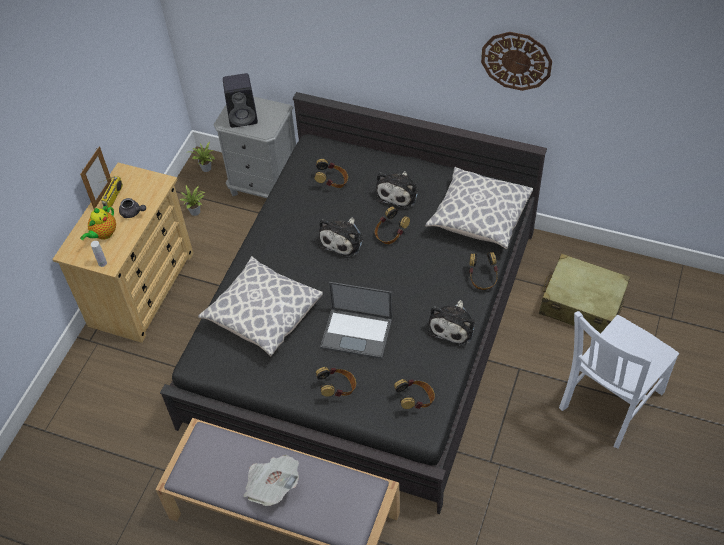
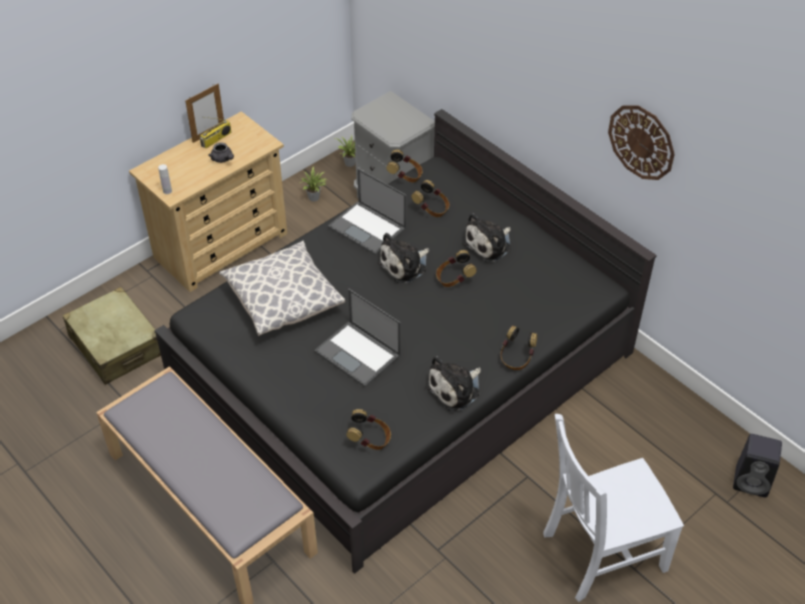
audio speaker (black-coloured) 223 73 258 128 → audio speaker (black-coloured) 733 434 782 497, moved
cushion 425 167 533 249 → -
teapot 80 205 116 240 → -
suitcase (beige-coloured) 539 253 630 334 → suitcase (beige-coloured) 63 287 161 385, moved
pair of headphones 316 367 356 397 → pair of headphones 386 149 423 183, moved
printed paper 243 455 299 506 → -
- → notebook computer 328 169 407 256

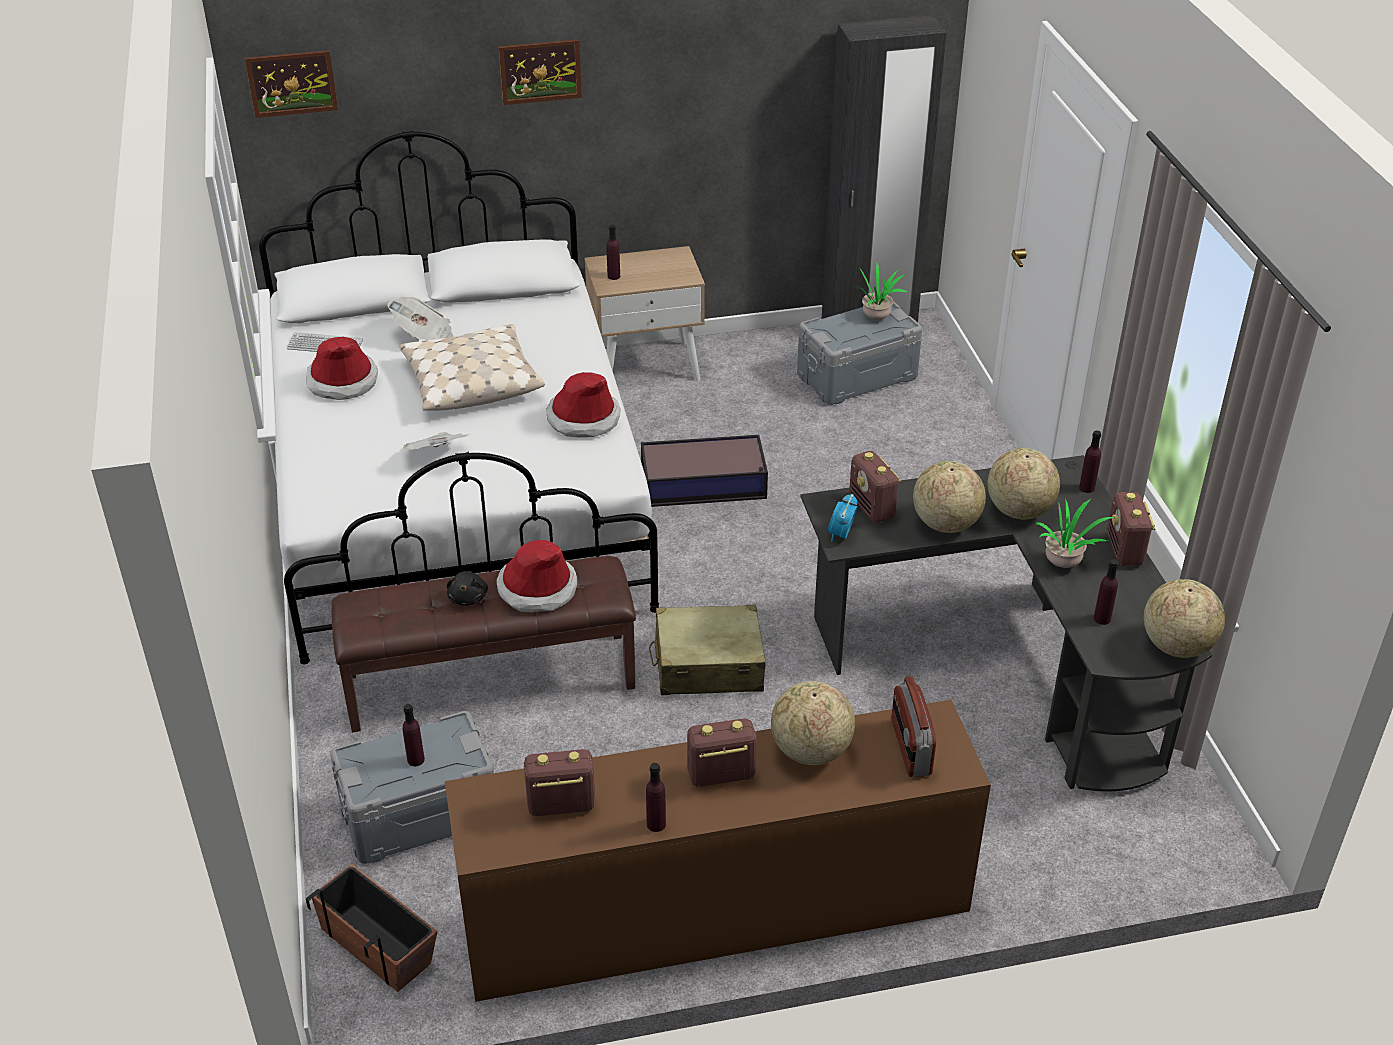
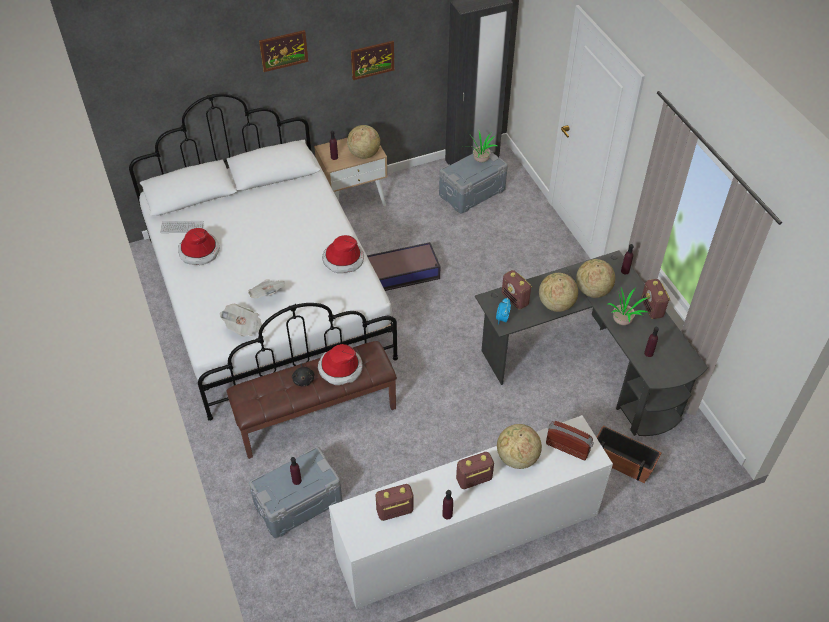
wall art 245 50 338 118 → wall art 351 41 394 80, moved
printed paper 387 297 454 340 → printed paper 220 304 266 337, moved
cushion (beige-coloured) 399 324 545 411 → -
world globe 1144 579 1225 658 → world globe 347 125 380 159, moved
suitcase (beige-coloured) 649 605 766 695 → -
radio set 891 677 936 777 → radio set 546 421 594 460, 135 degrees clockwise
dresser (brown-coloured) 445 700 991 1002 → dresser (whitish) 329 415 613 609
plant pot 306 864 437 992 → plant pot 596 426 662 483, moved

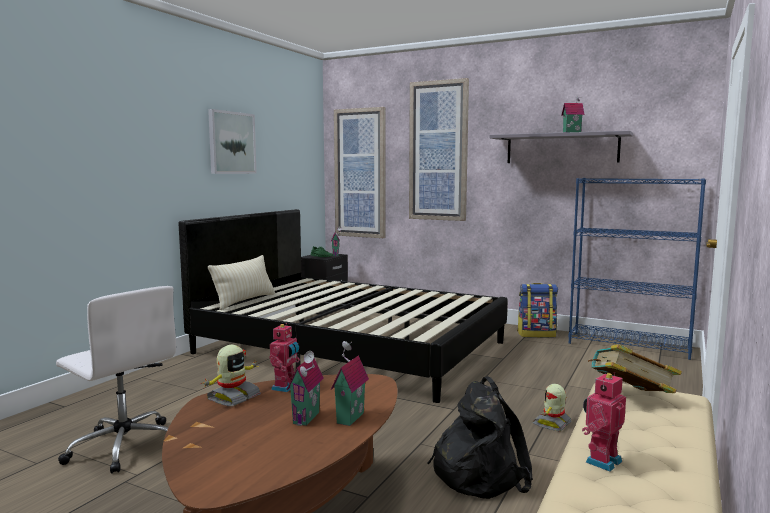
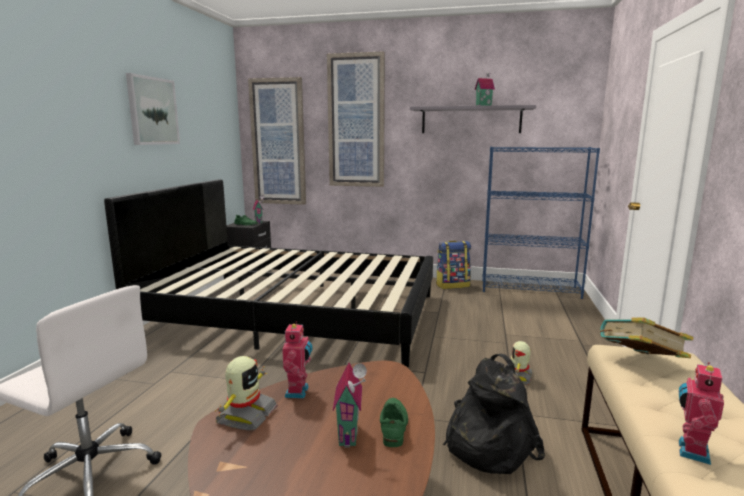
cushion (beige-coloured) 208 255 275 310 → -
model house 331 341 369 426 → item of footwear (green-coloured) 380 398 408 447

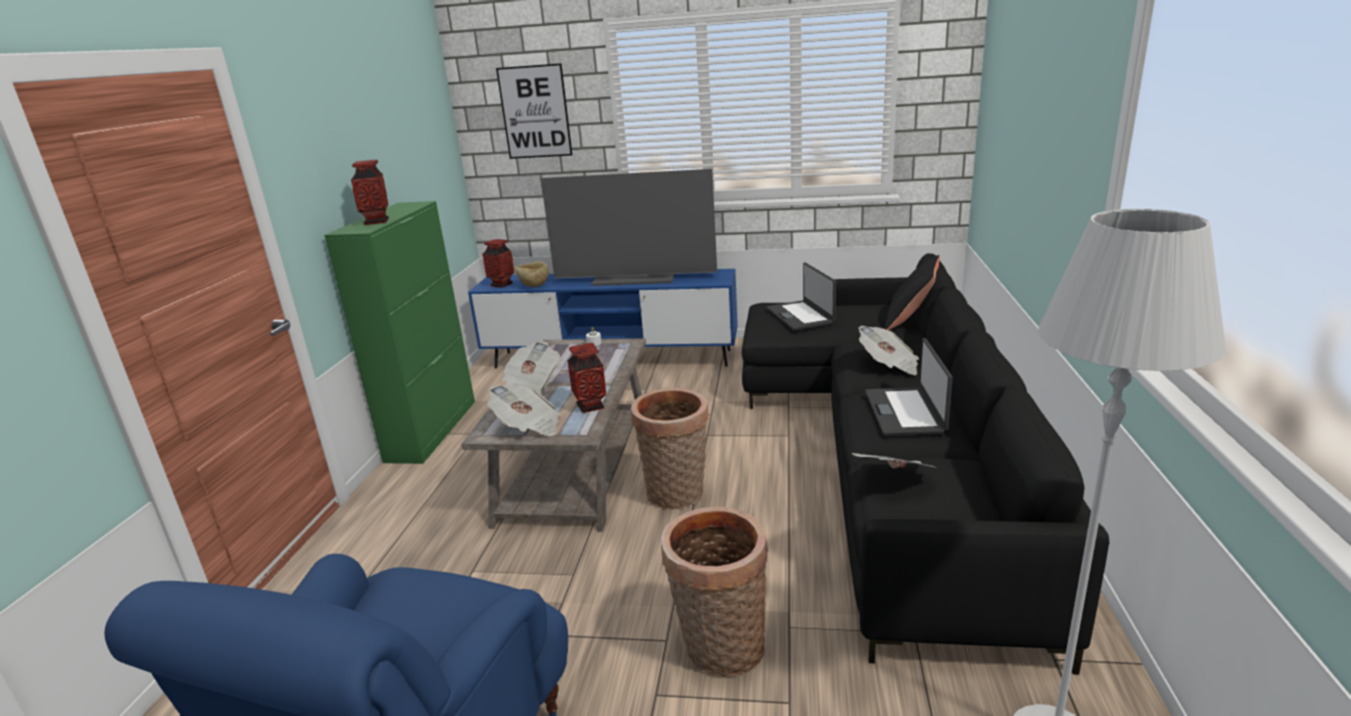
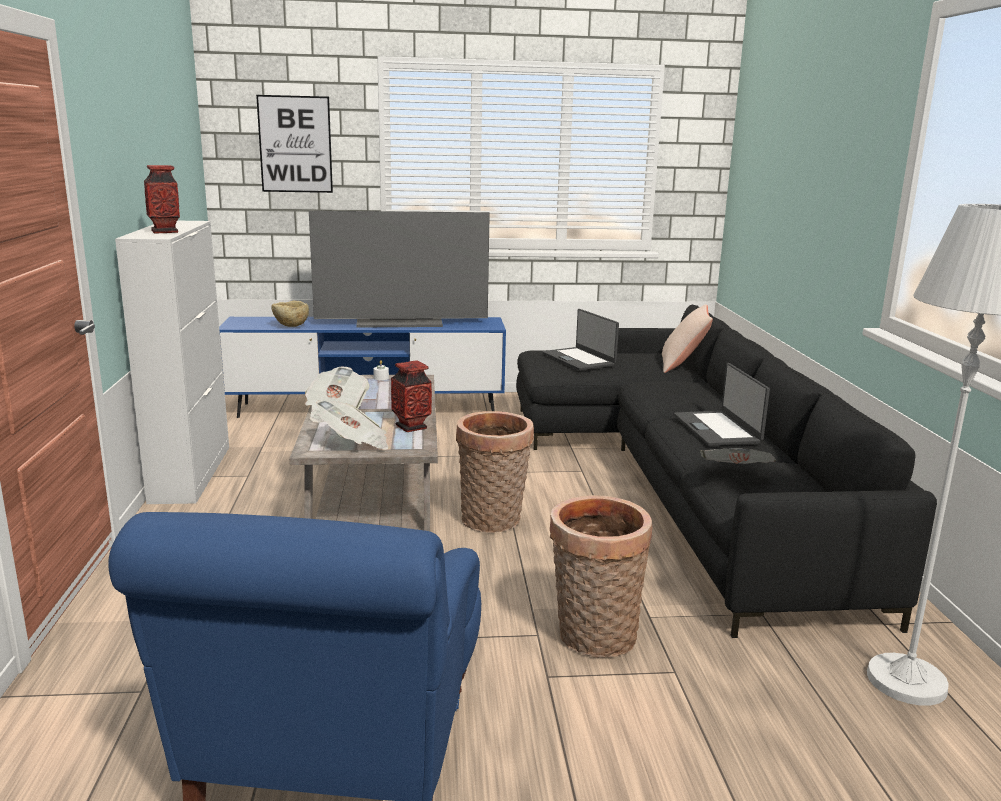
cabinet (green-coloured) 324 201 475 464 → cabinet (whitish) 115 221 229 504
flower vase 483 239 514 288 → -
cushion (black-coloured) 884 255 940 330 → cushion (beige-coloured) 662 304 713 373
printed paper 859 326 919 375 → -

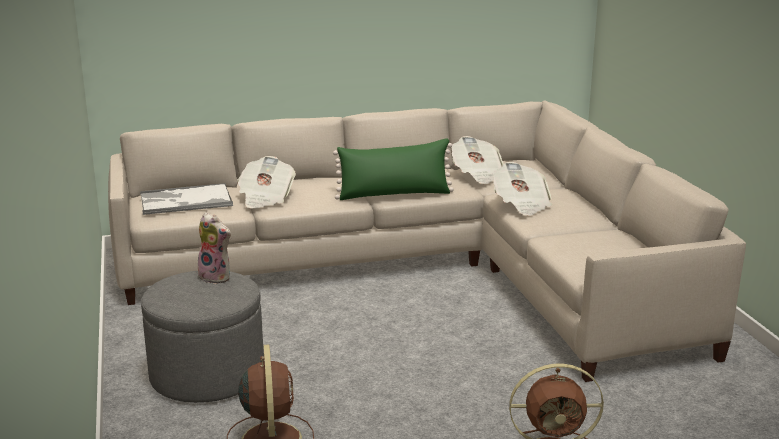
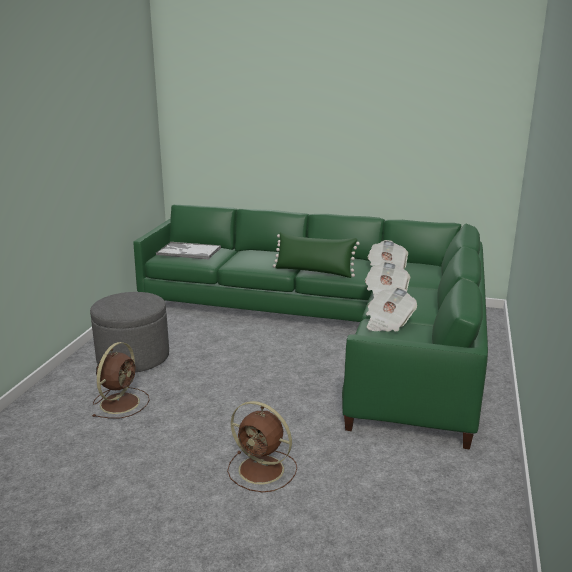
sofa (beige-coloured) 108 100 746 382 → sofa (green-coloured) 133 205 488 449
printed paper 237 156 296 209 → printed paper 366 287 417 332, moved
cuddly toy 198 212 232 284 → -

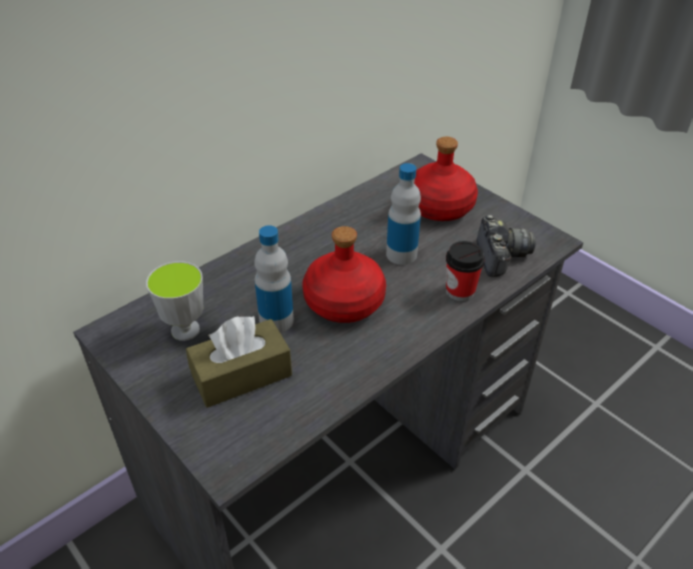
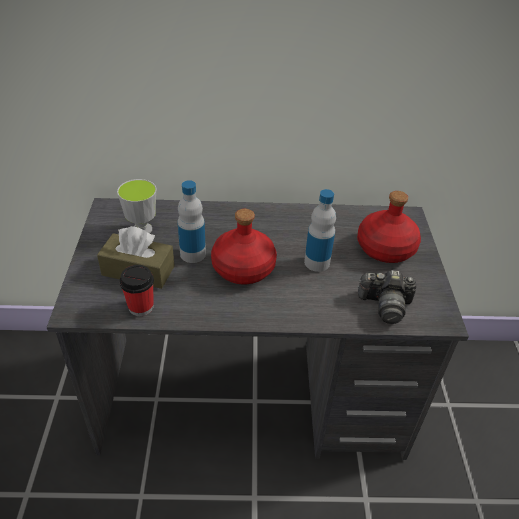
photo camera 476 214 536 277 → photo camera 358 270 416 324, 60 degrees clockwise
small cup 446 241 485 302 → small cup 120 265 154 316, moved

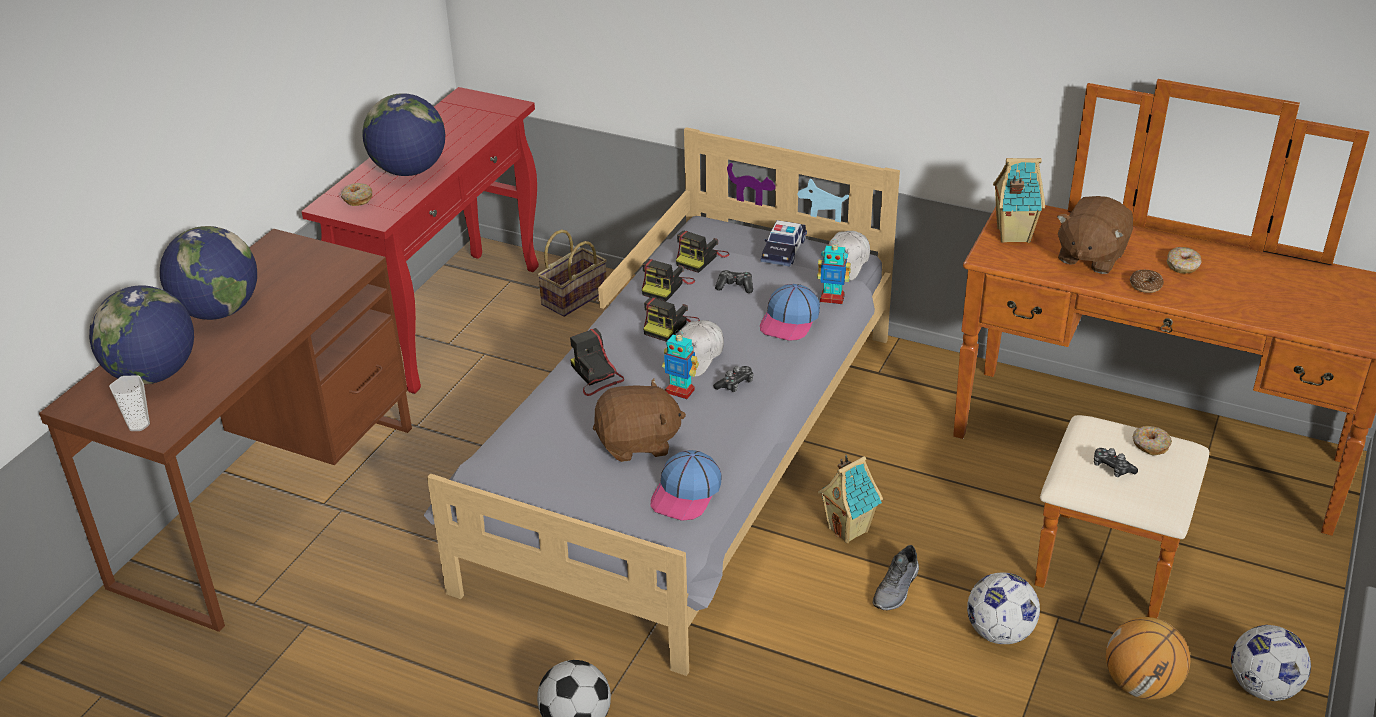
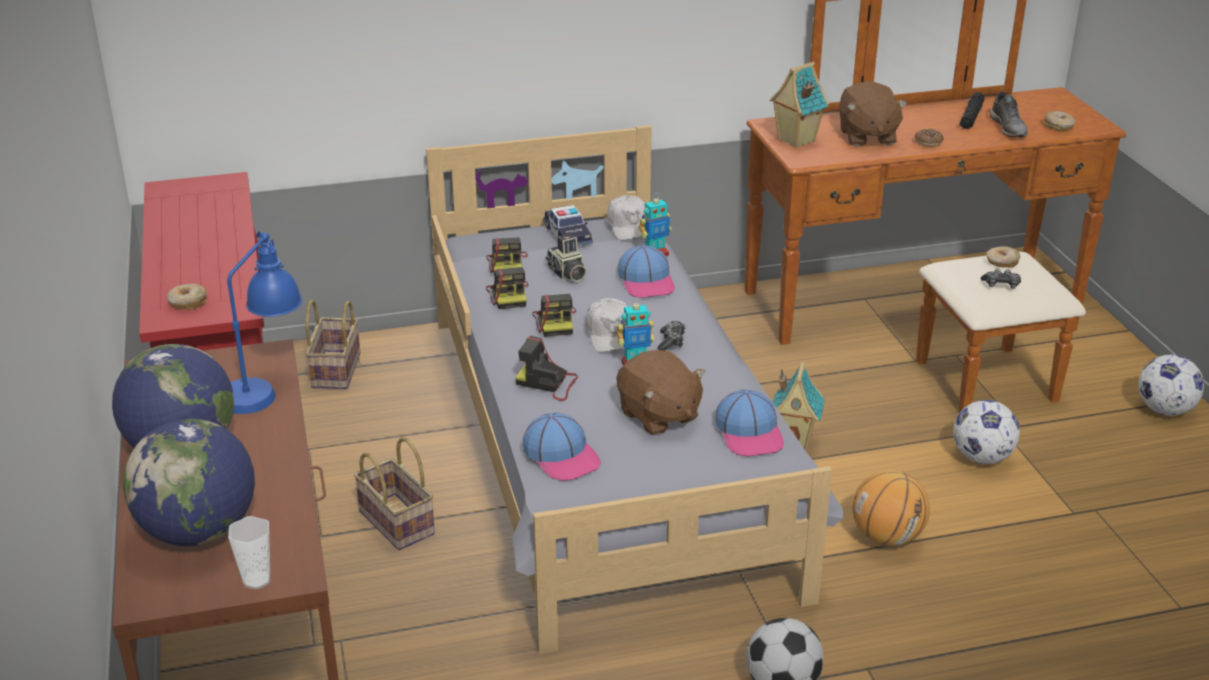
world globe 362 93 445 176 → -
doughnut 1167 247 1201 273 → doughnut 1044 111 1075 131, moved
joypad 715 270 753 293 → photo camera 545 234 587 282
cuddly toy (brown-coloured) 593 378 686 462 → cuddly toy (brown-coloured) 616 350 706 435, 105 degrees clockwise
item of footwear (greyish) 873 545 919 610 → item of footwear (greyish) 990 92 1028 137, moved
basketball ball 1106 617 1190 699 → basketball ball 853 470 930 546, moved
- → torch (black-coloured) 960 92 984 129
- → table lamp (blue) 227 231 302 414
- → baseball cap 523 413 601 481
- → household basket 354 437 435 550

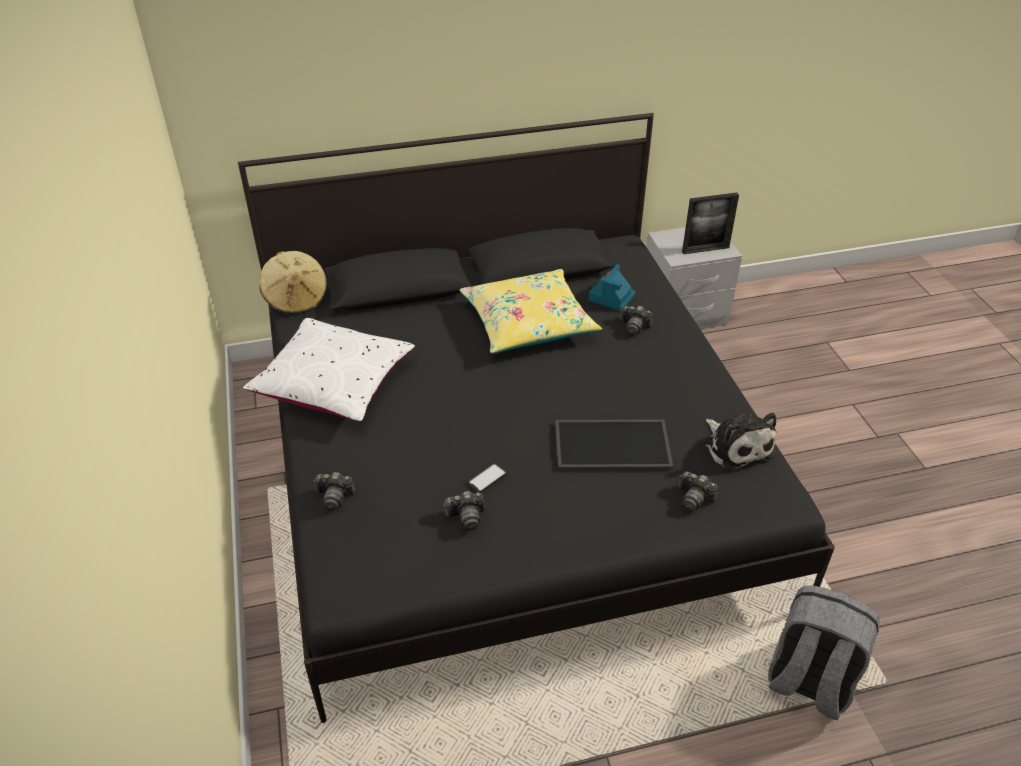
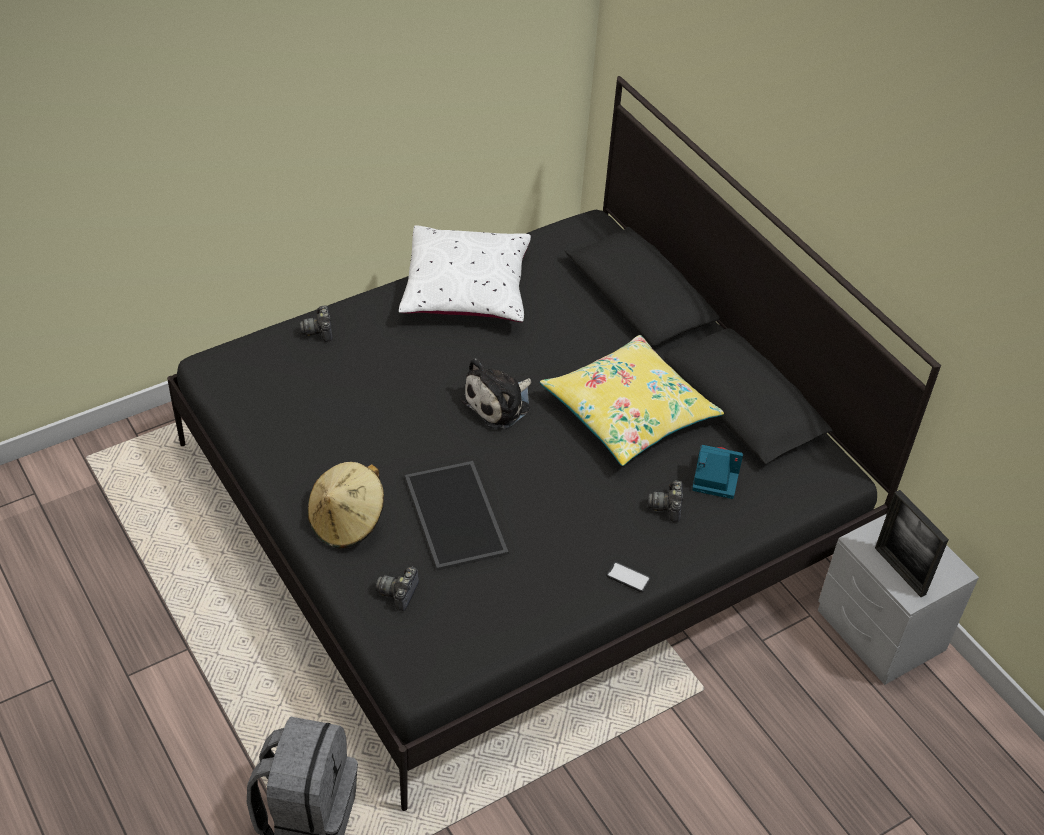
clothing hat (beige-coloured) 259 251 327 314 → clothing hat (beige-coloured) 308 462 384 548, moved
cuddly toy 704 413 776 472 → cuddly toy 460 358 531 429, moved
telephone 468 463 507 493 → telephone 606 562 651 592, moved
photo camera 443 491 485 530 → -

